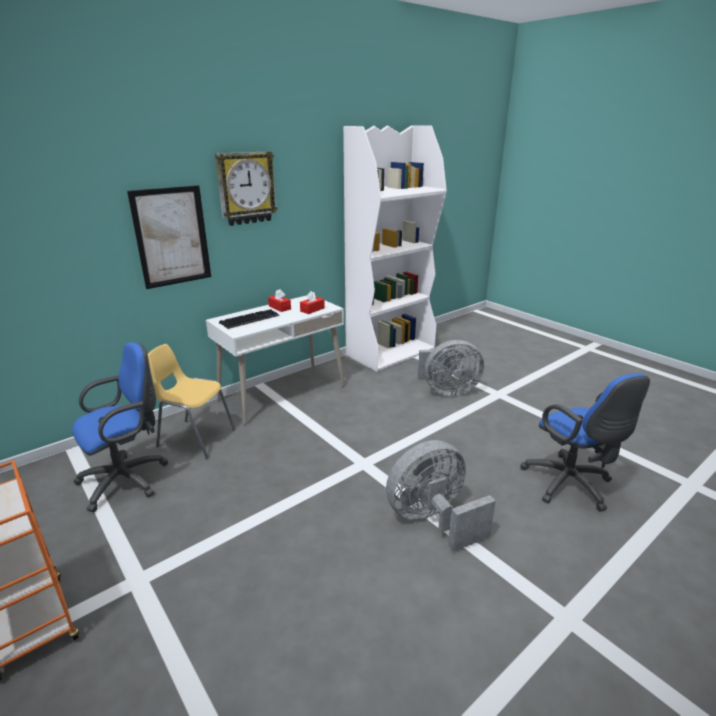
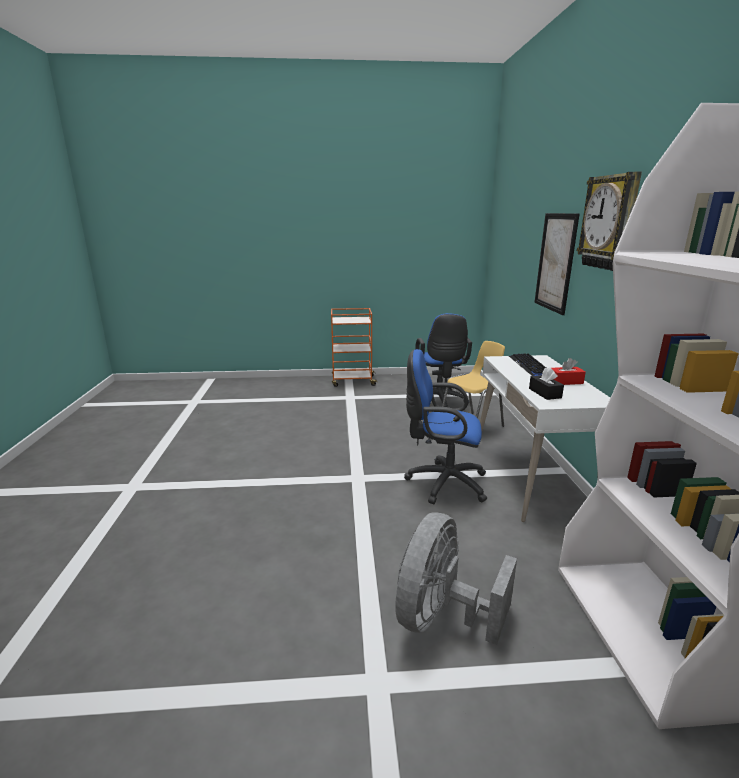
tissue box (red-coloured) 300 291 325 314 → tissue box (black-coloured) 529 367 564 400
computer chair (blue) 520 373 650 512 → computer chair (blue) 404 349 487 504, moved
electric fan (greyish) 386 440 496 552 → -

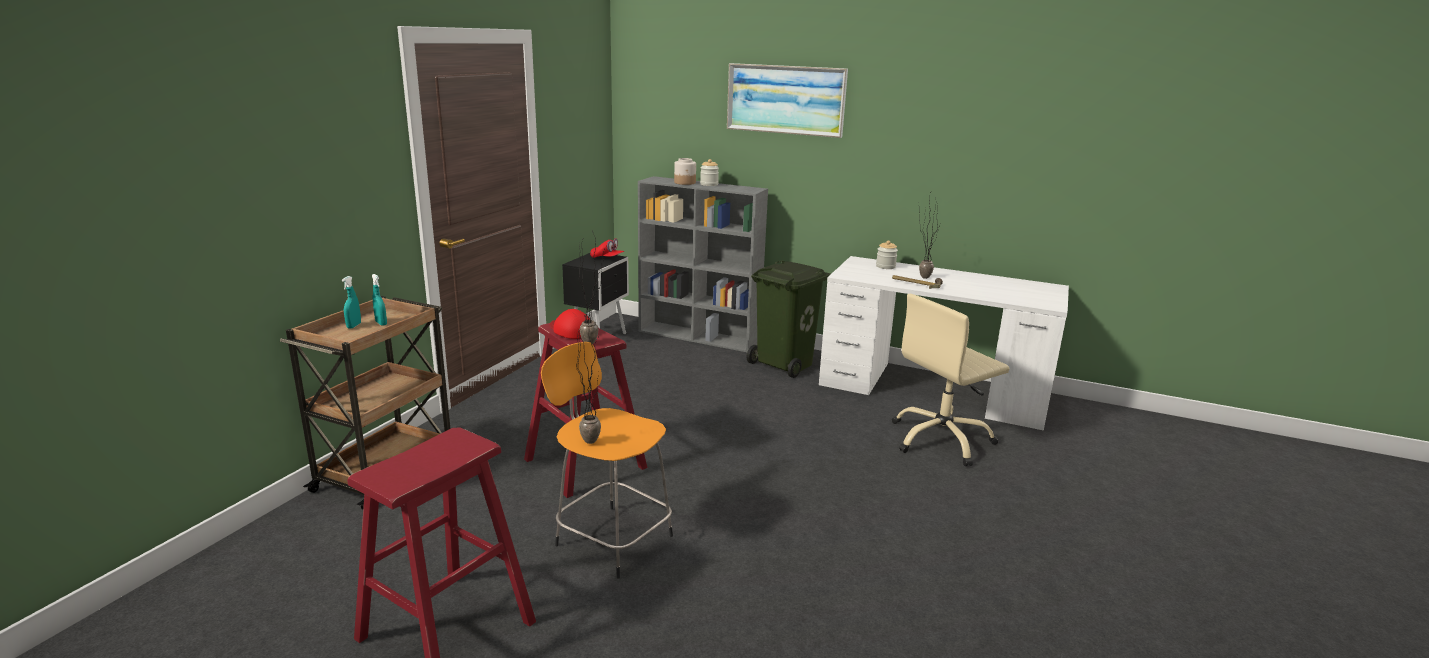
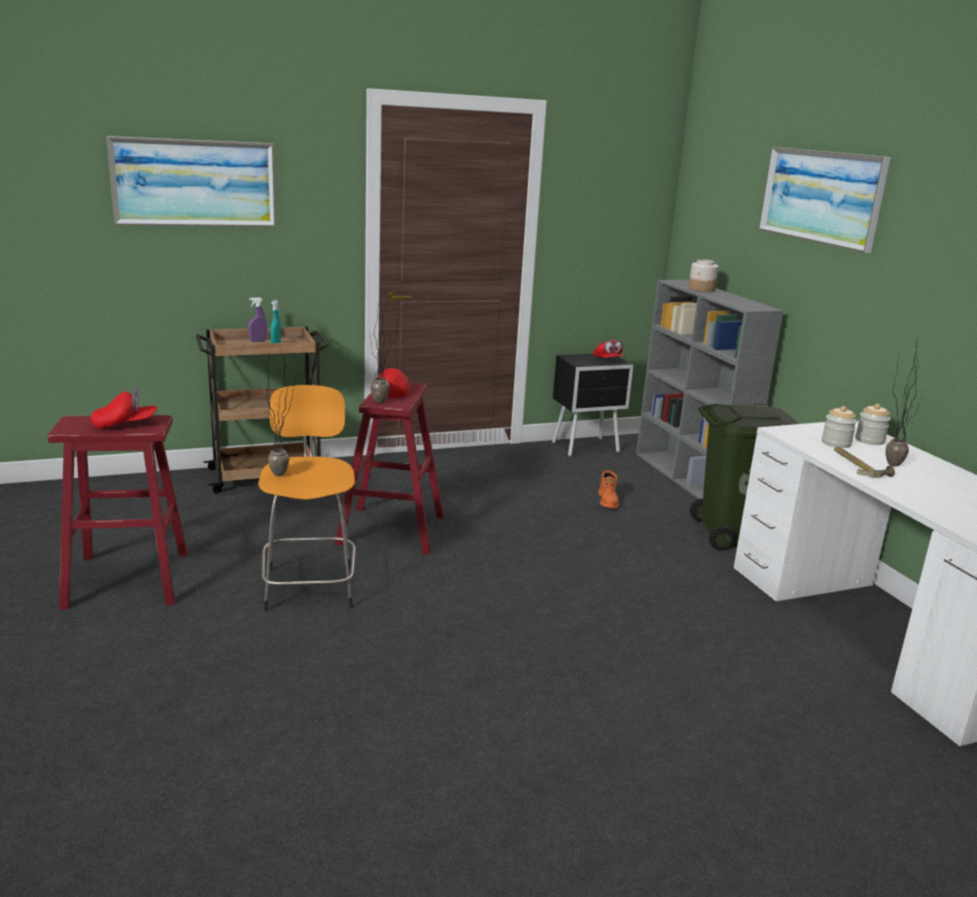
jar 700 159 719 186 → jar 822 406 857 448, moved
spray bottle (turquoise) 342 276 361 329 → spray bottle (purple) 248 297 267 342
computer chair (beige-coloured) 892 294 1009 466 → -
- → wall art 107 136 276 227
- → baseball cap (red-coloured) 91 388 157 429
- → boot (orangey) 598 471 619 508

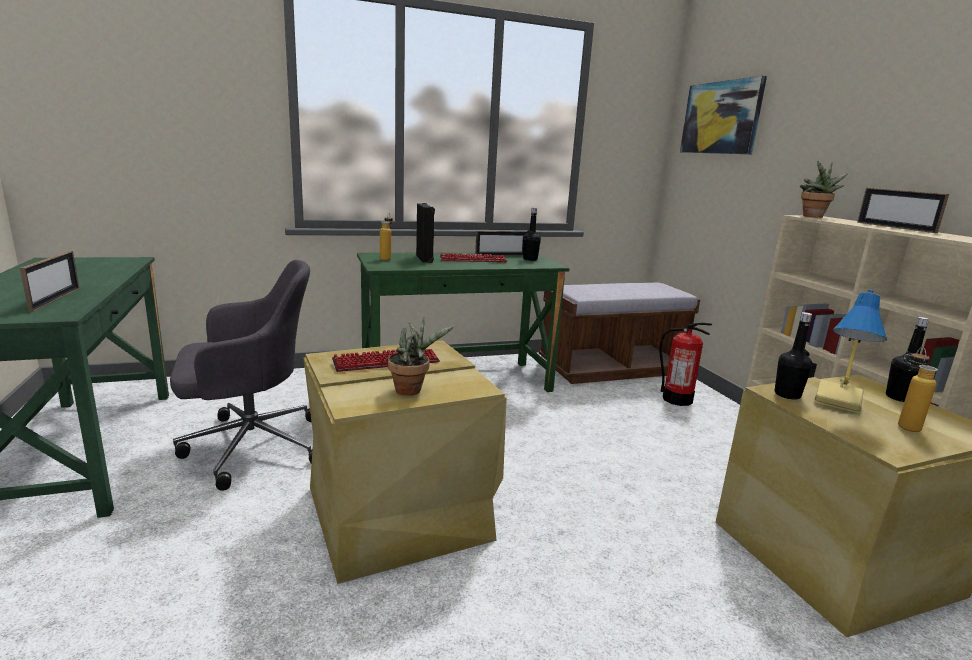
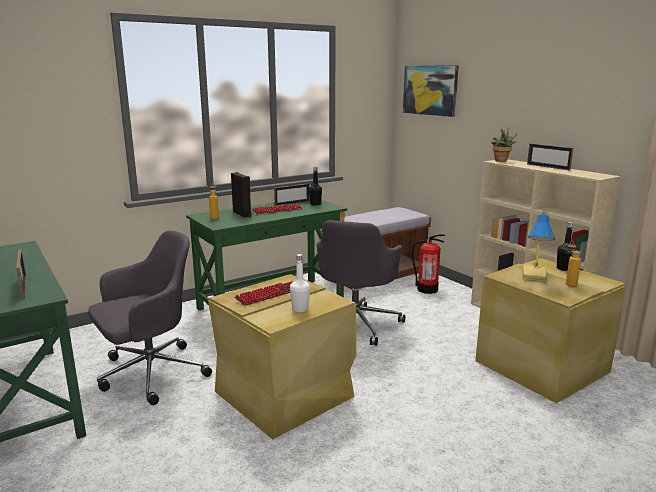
drink bottle (black-coloured) 775 312 812 400 → -
houseplant 388 317 455 396 → drink bottle (whitish) 290 254 310 312
- → computer chair (greyish) 317 220 405 346

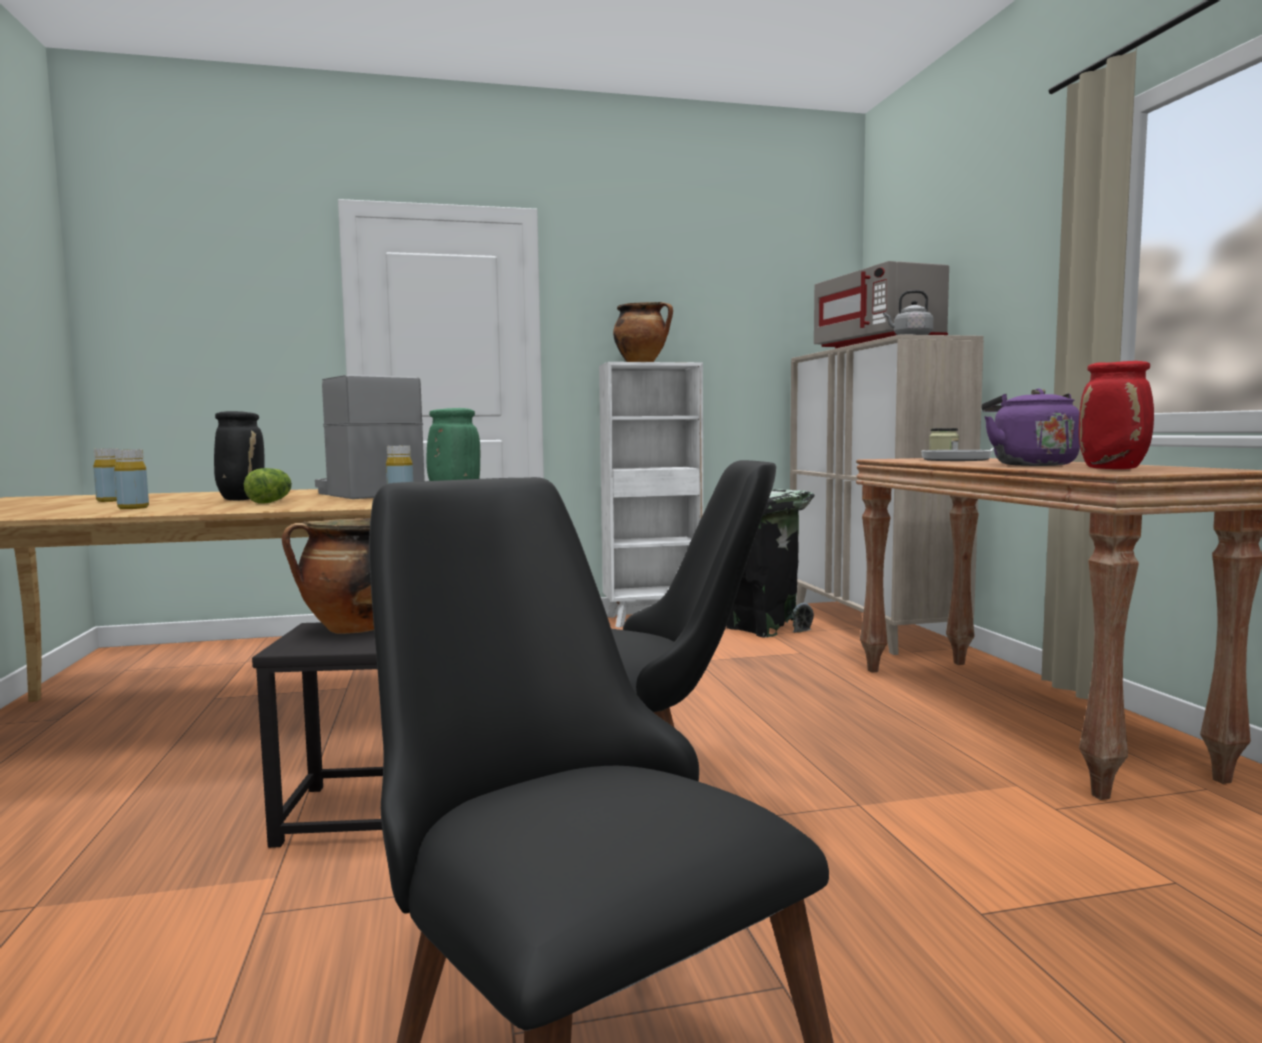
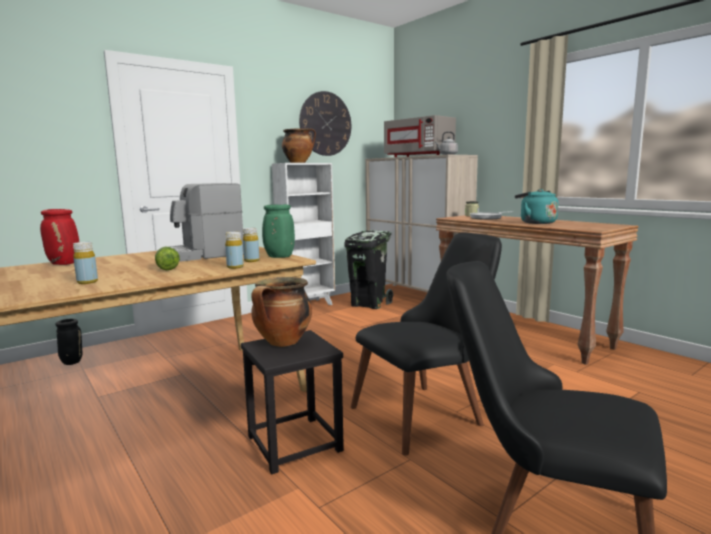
flower vase (red-coloured) 1079 361 1154 469 → flower vase (red-coloured) 40 209 79 265, moved
coffee maker 315 375 425 499 → coffee maker 169 183 244 262, 60 degrees counterclockwise
water kettle (purple) 982 389 1080 466 → water kettle (turquoise) 515 189 559 224
flower vase (black-coloured) 214 411 264 500 → flower vase (black-coloured) 56 319 82 365, moved
drink bottle (yellow) 93 448 119 502 → drink bottle (yellow) 225 232 244 269, moved
- → clock on the wall 299 91 351 156

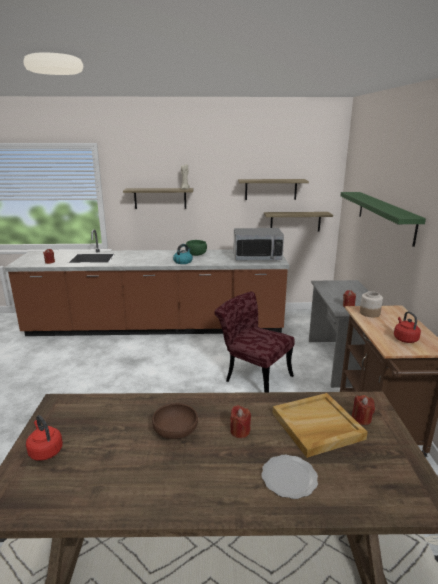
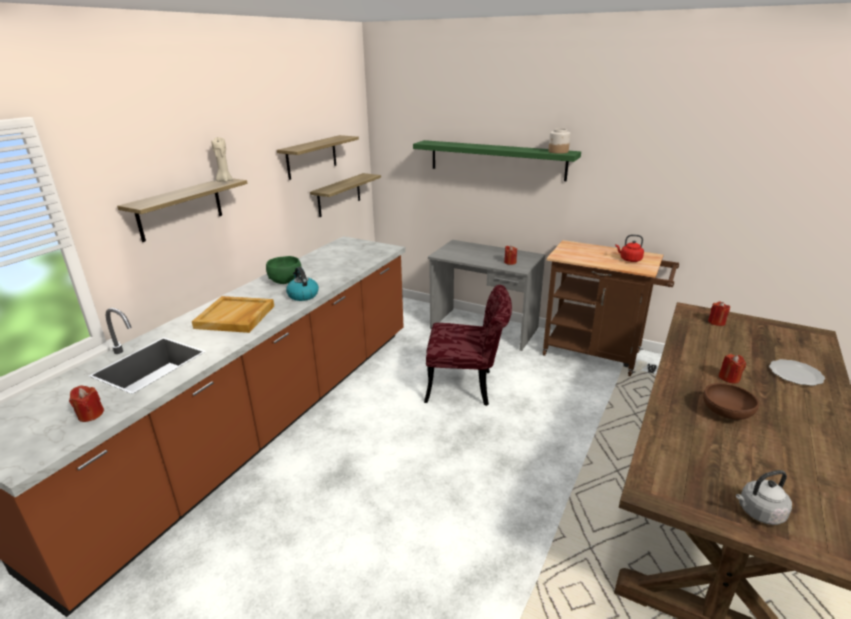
microwave 234 228 284 260 → -
upright chair (red-coloured) 214 291 295 392 → upright chair (red-coloured) 424 285 512 406, 150 degrees counterclockwise
jar 360 291 383 317 → jar 548 128 570 154, moved
carrying tray (beige-coloured) 272 393 368 458 → carrying tray (beige-coloured) 192 296 274 333, moved
water kettle (red-coloured) 26 415 63 461 → water kettle (greyish) 736 470 792 525

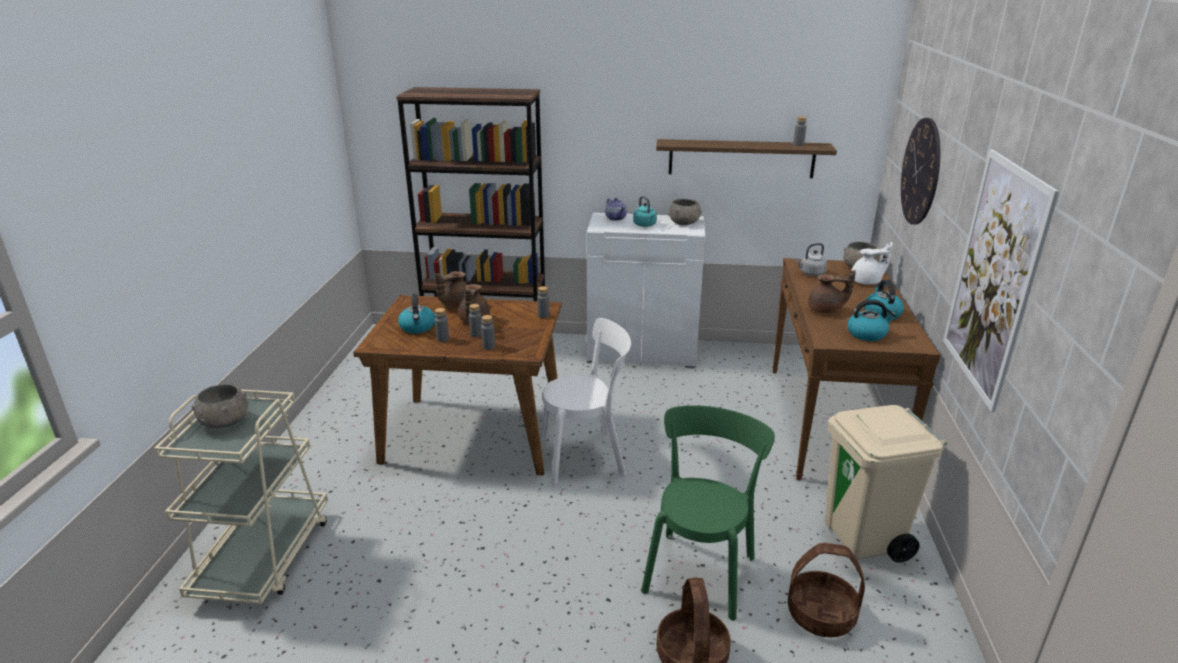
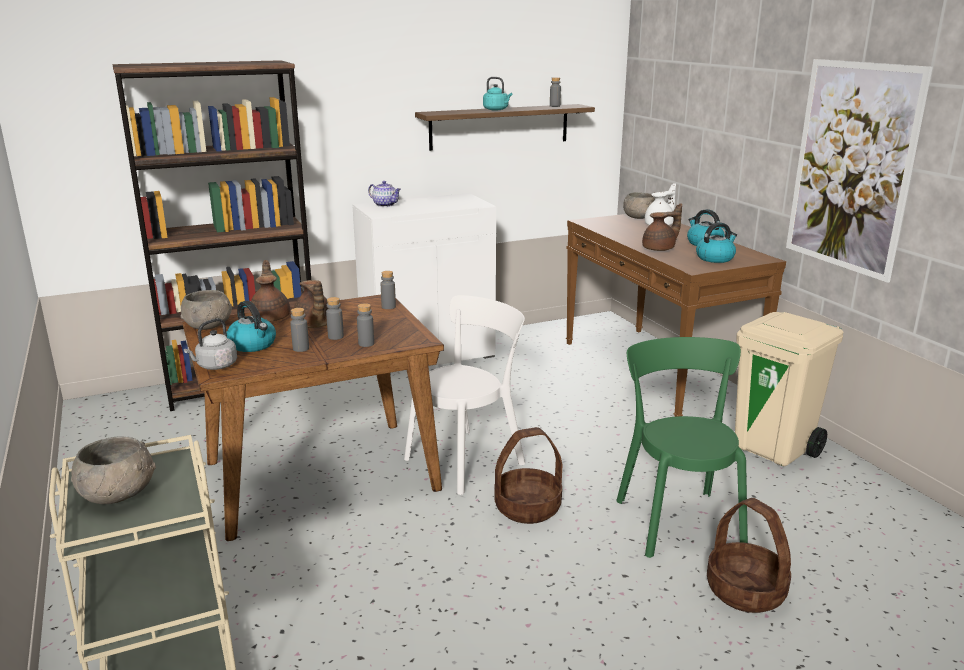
clock on the wall 901 118 941 225 → -
water kettle (turquoise) 633 196 657 227 → water kettle (turquoise) 483 77 512 110, moved
bowl (greyish) 668 199 702 225 → bowl (greyish) 180 290 232 330, moved
water kettle (greyish) 796 243 827 276 → water kettle (greyish) 184 318 237 370, moved
teapot (brown-coloured) 434 271 467 309 → teapot (brown-coloured) 250 260 290 322, 150 degrees clockwise
household basket 788 543 865 637 → household basket 494 427 562 524, moved

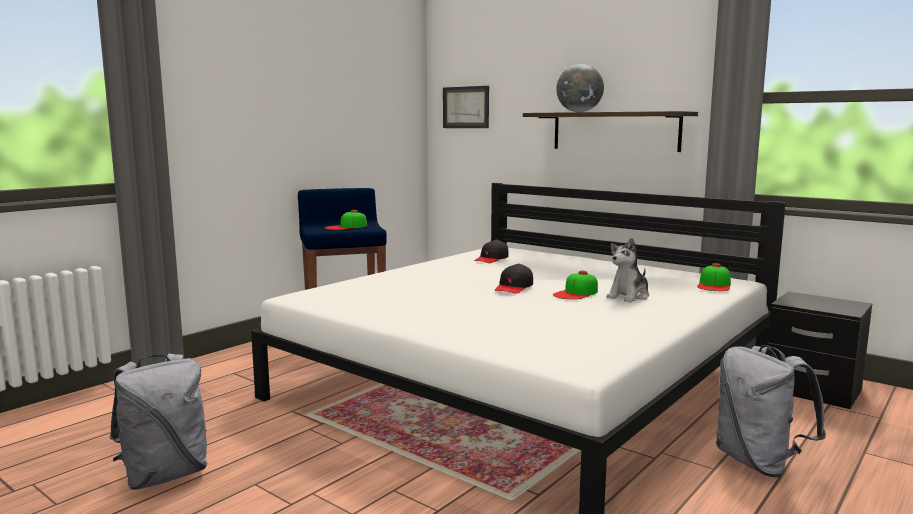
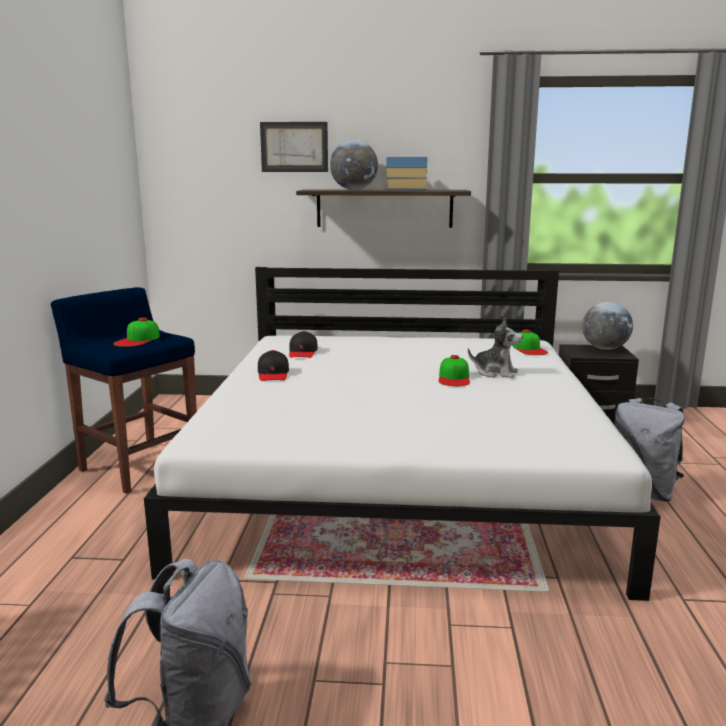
wall art 443 86 489 128 → wall art 260 122 328 172, moved
cuddly toy 606 238 649 302 → cuddly toy 468 318 523 378, 75 degrees counterclockwise
baseball cap (black-coloured) 495 263 533 294 → baseball cap (black-coloured) 258 350 289 381, moved
- → model house 386 157 427 190
- → world globe 582 302 633 350

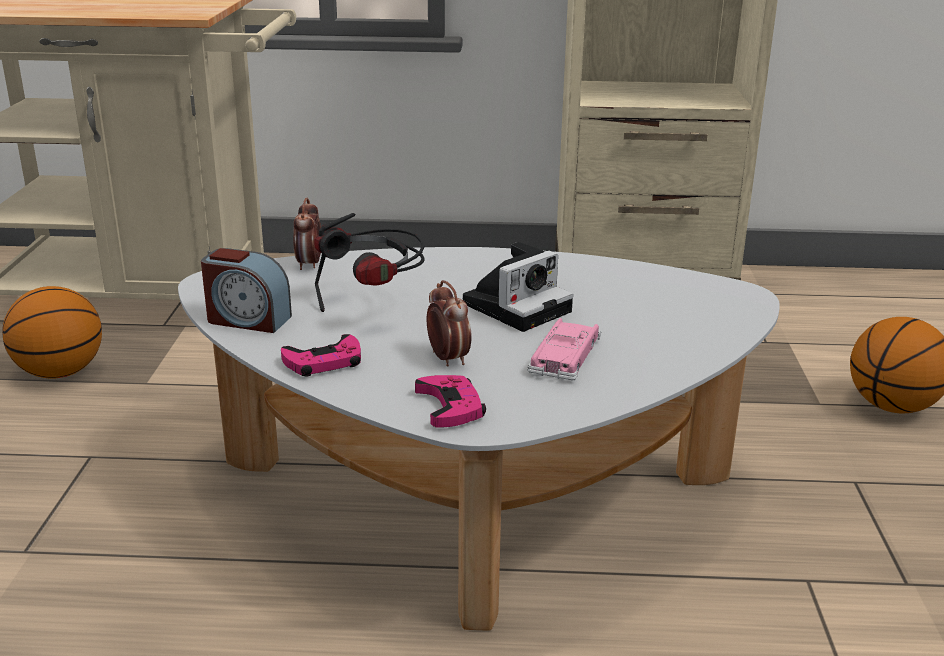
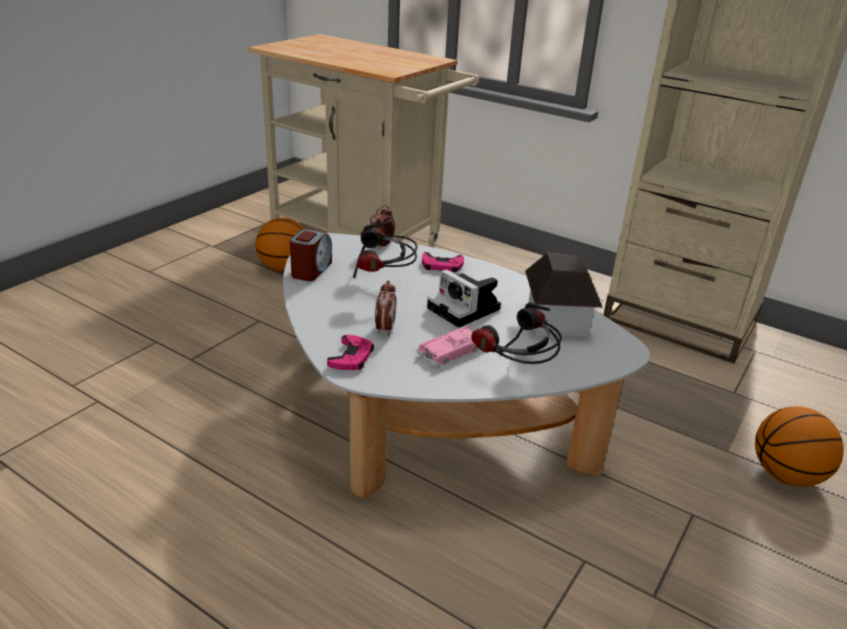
photo camera 463 242 573 332 → photo camera 427 269 501 328, 60 degrees clockwise
bedside clock 201 248 292 333 → bedside clock 290 229 332 281, 120 degrees counterclockwise
joypad (pink-coloured) 281 334 361 376 → joypad (pink-coloured) 422 252 464 272, moved
- → model house 525 253 603 337
- → pair of headphones 471 302 562 364

